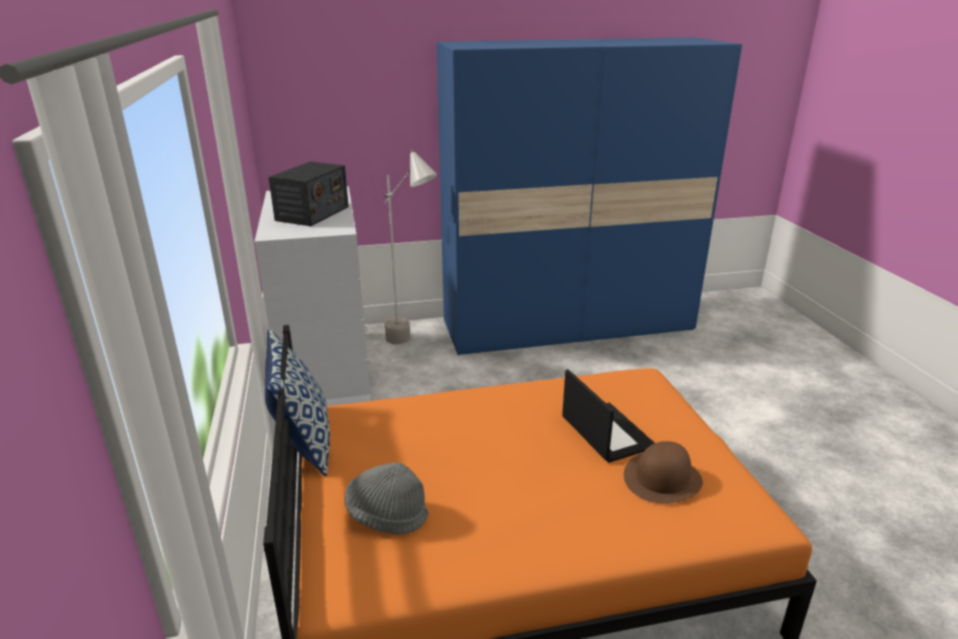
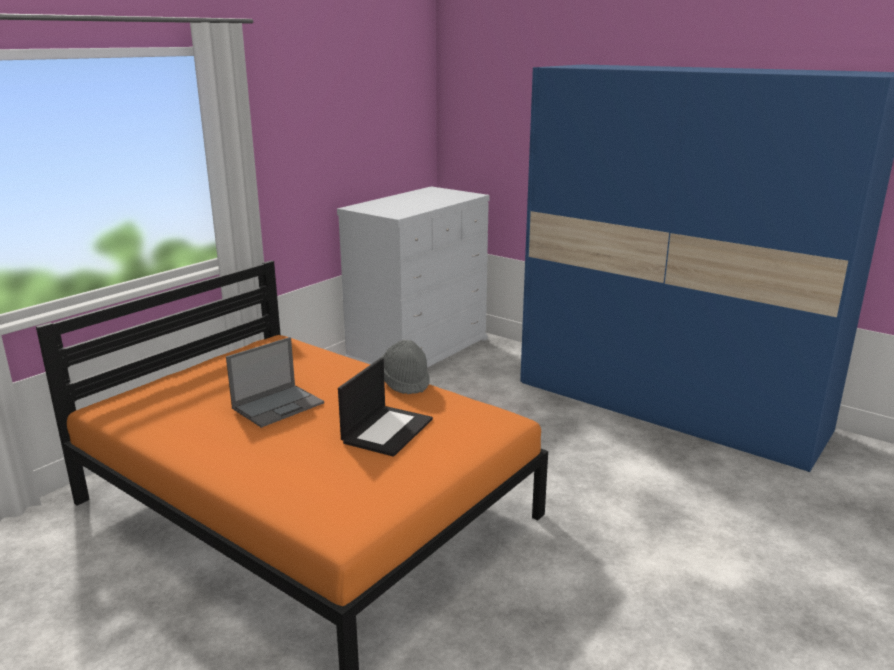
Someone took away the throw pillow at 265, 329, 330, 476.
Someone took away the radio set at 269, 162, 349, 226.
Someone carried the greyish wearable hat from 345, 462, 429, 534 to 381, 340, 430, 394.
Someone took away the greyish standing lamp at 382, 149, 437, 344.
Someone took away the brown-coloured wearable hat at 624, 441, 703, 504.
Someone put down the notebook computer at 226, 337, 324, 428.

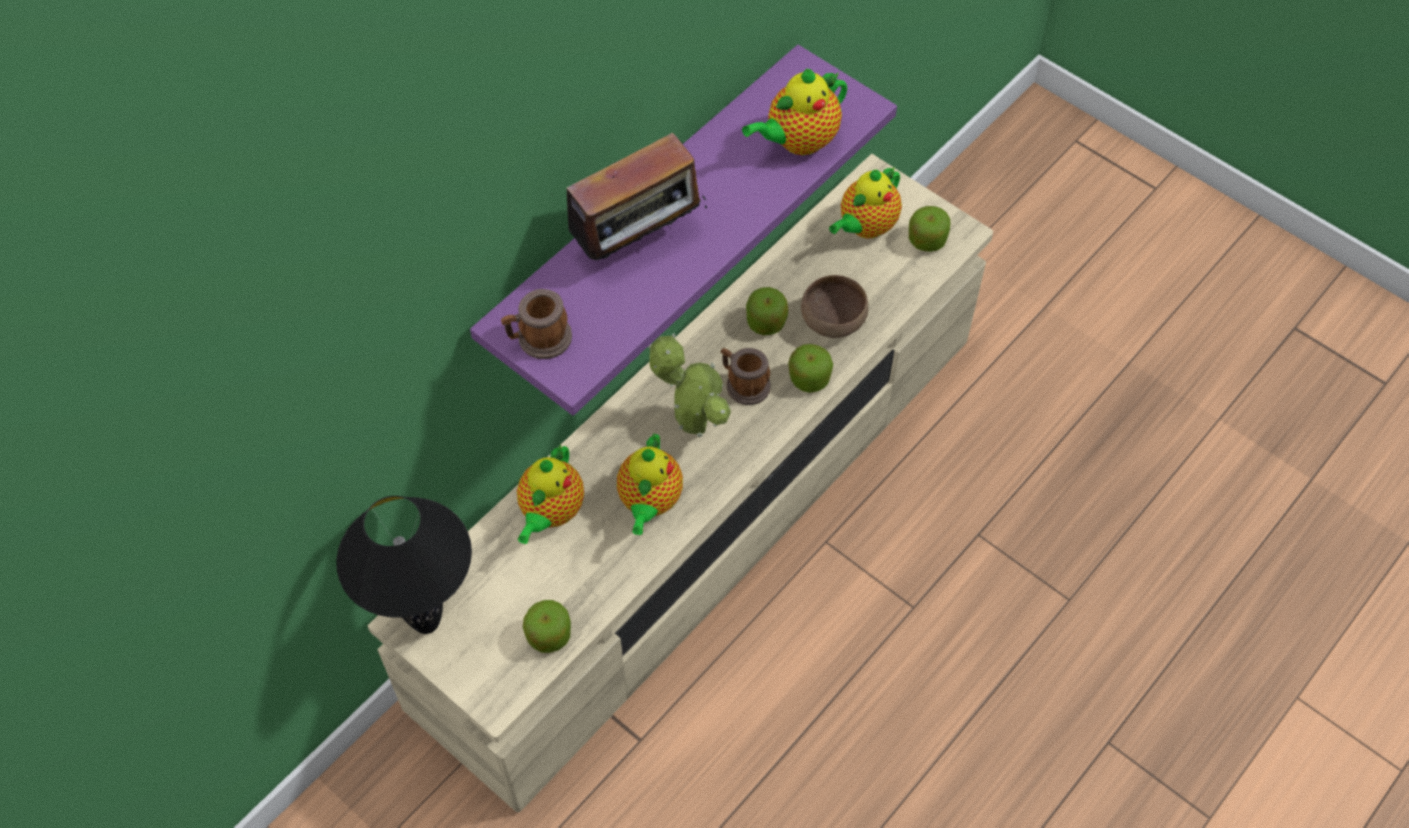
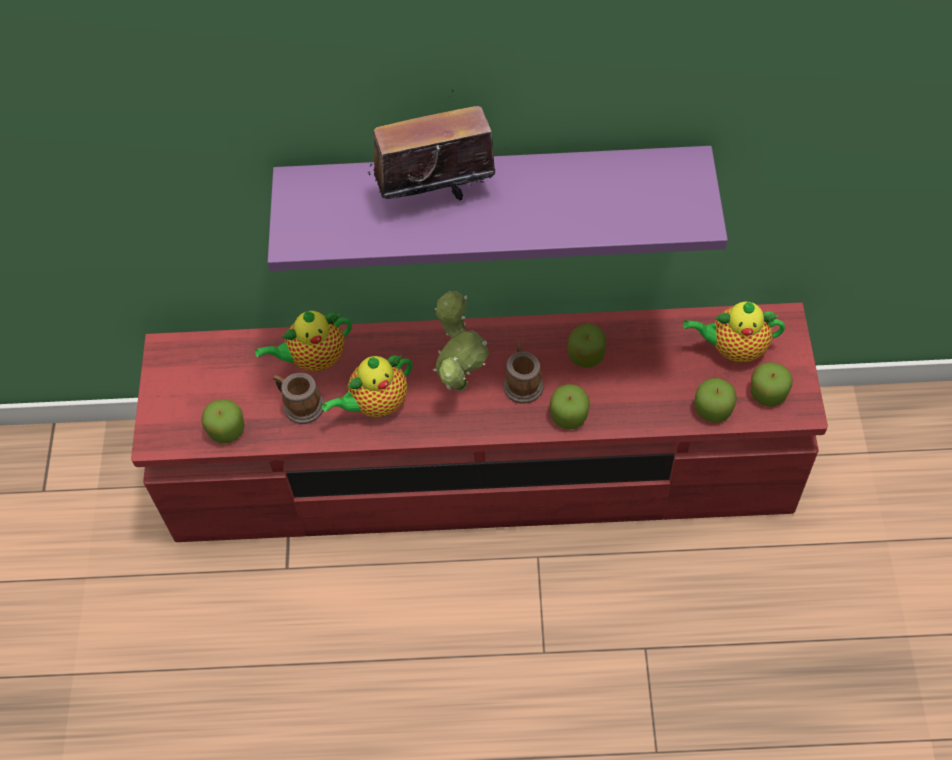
Someone took away the black-coloured table lamp at 336, 496, 472, 634.
Someone repainted the beige tv stand at 367, 153, 993, 812, which became the red tv stand at 131, 302, 828, 542.
Someone carried the coffee mug from 501, 289, 572, 359 to 273, 373, 324, 424.
Someone rotated the radio set at 567, 133, 707, 261 by 150 degrees clockwise.
Someone took away the tea pot at 742, 69, 847, 155.
Someone took away the brown-coloured deep dish at 801, 275, 868, 338.
Someone put down the apple fruit at 695, 378, 737, 423.

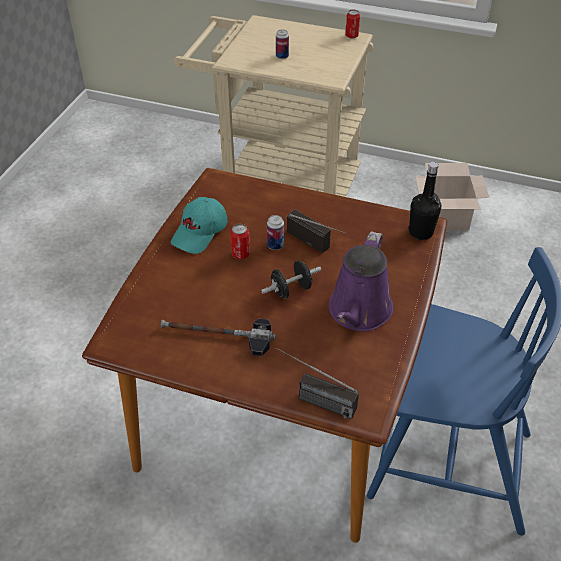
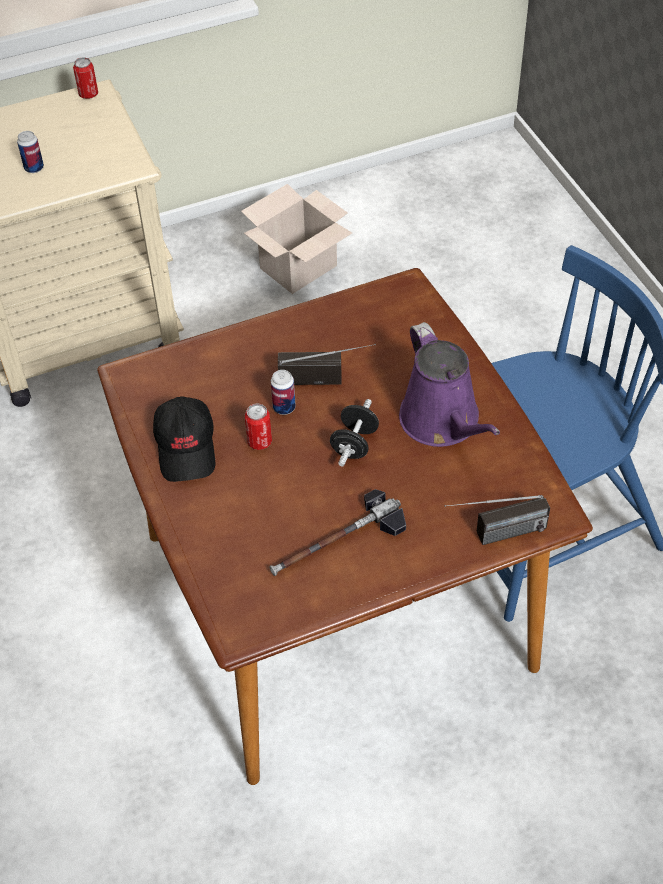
Someone repainted the turquoise-coloured peaked cap at 171, 197, 227, 254, which became the black-coloured peaked cap at 153, 396, 215, 482.
Someone took away the black-coloured beverage bottle at 408, 162, 441, 240.

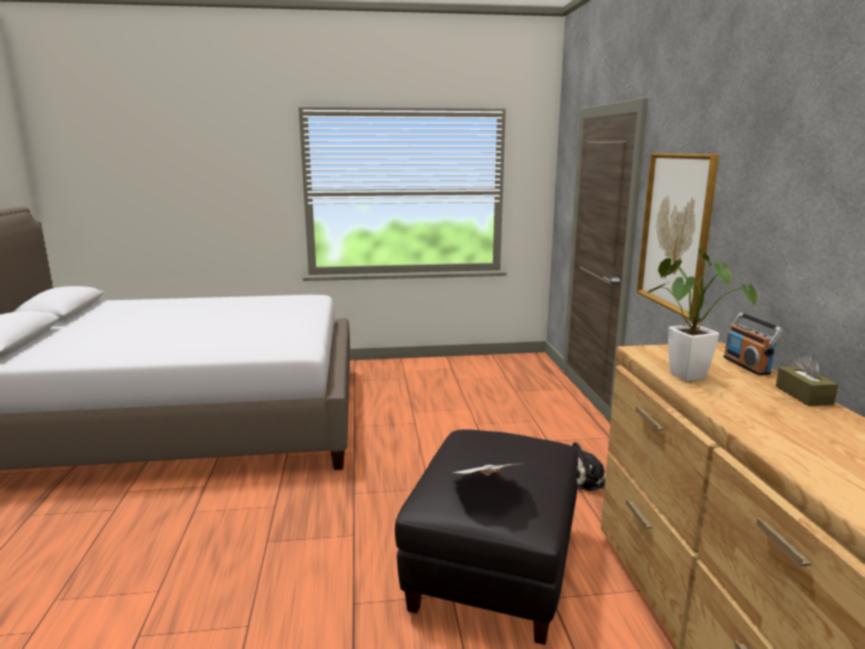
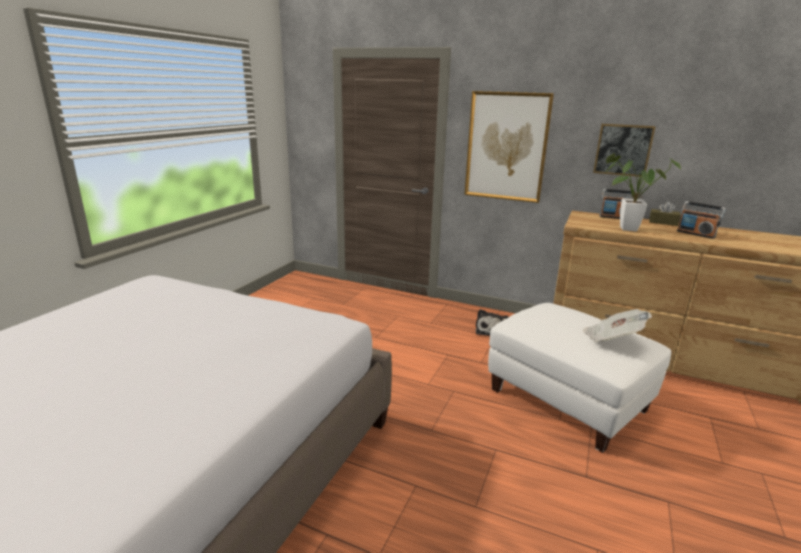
Someone repainted the black-coloured ottoman at 395, 430, 578, 645, which became the white ottoman at 488, 303, 671, 453.
Someone put up the picture at 593, 124, 656, 177.
Someone put down the radio set at 677, 201, 726, 239.

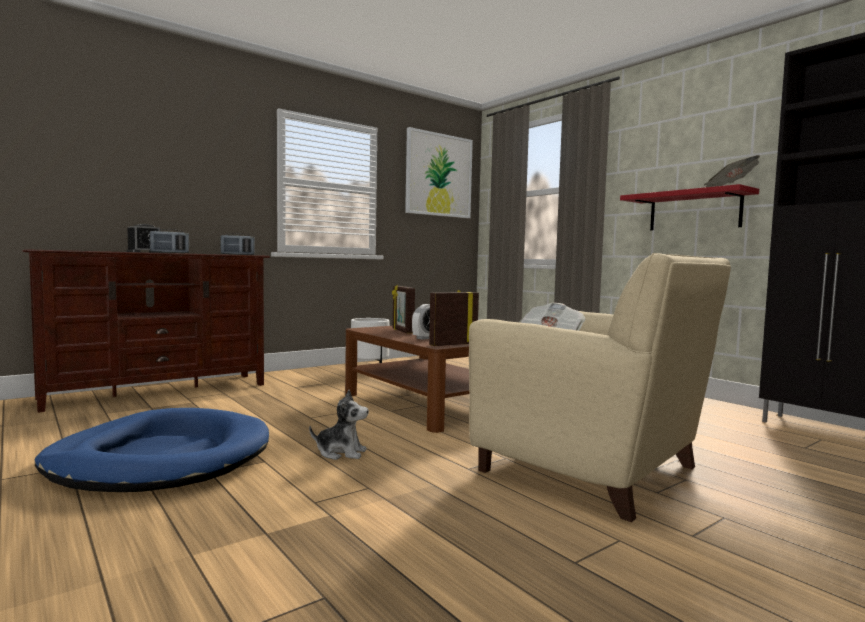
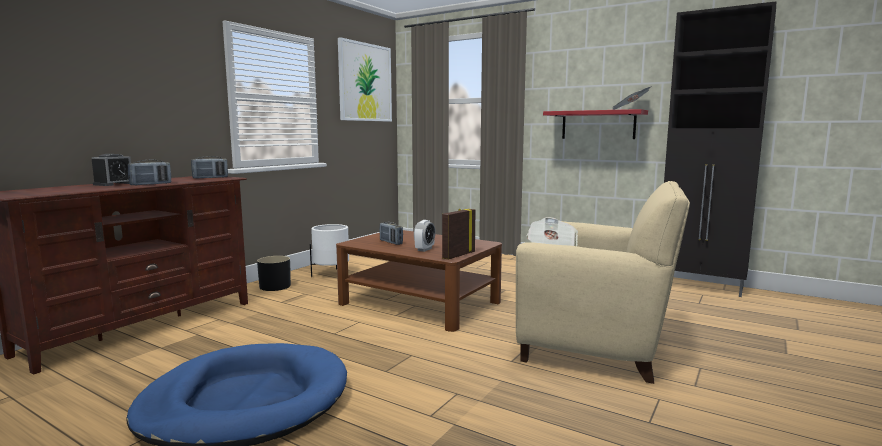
Someone took away the soft toy at 309, 390, 369, 460.
Someone swapped the photo frame at 392, 285, 415, 334 for the radio set at 379, 222, 403, 245.
Someone put down the black-coloured planter at 257, 256, 291, 291.

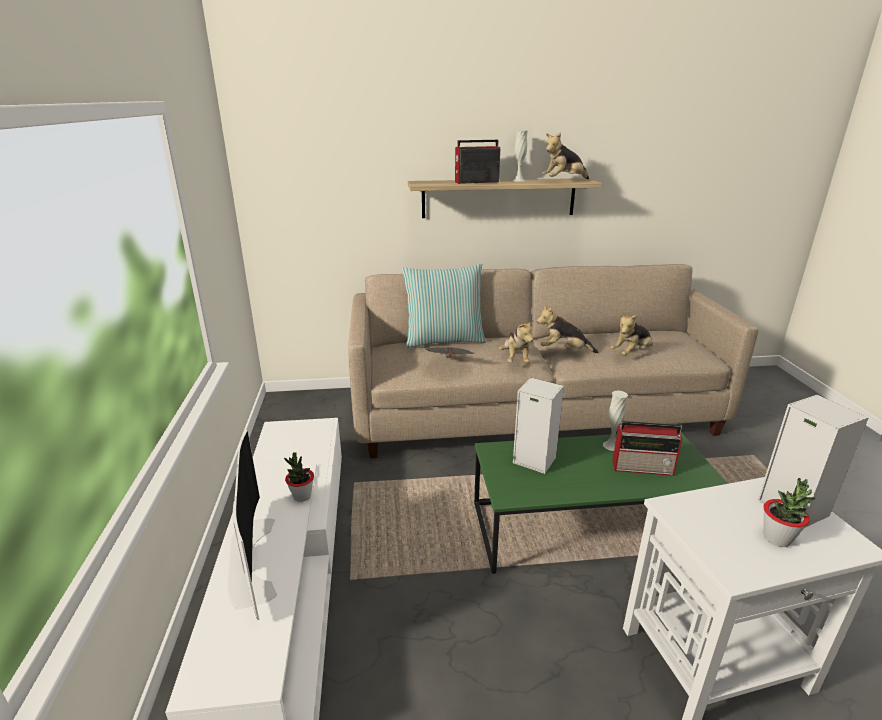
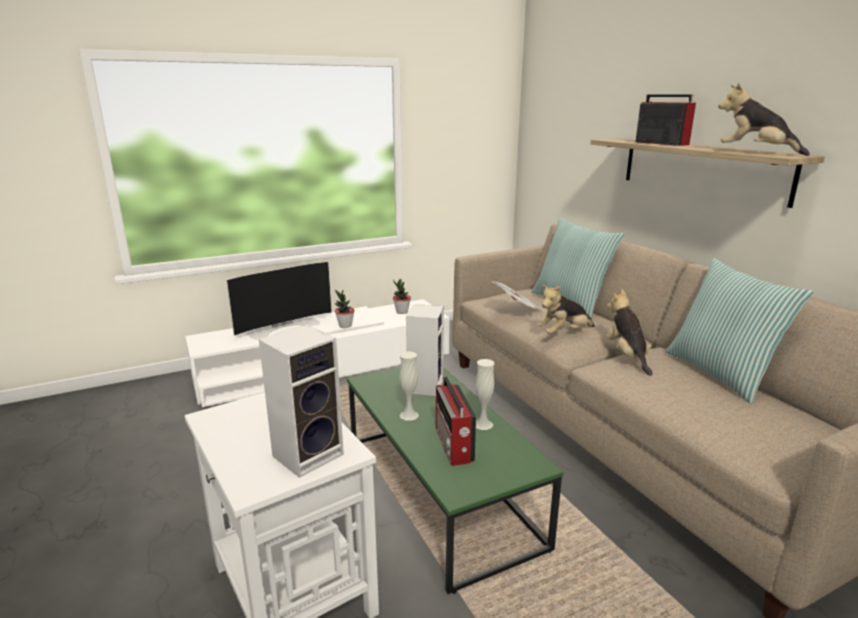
Someone carried the white vase from 512, 130, 528, 182 to 400, 351, 419, 421.
Someone took away the soft toy at 611, 314, 653, 356.
Someone carried the plant in a pot from 764, 478, 816, 547 to 393, 279, 411, 314.
Someone put down the throw pillow at 666, 258, 813, 404.

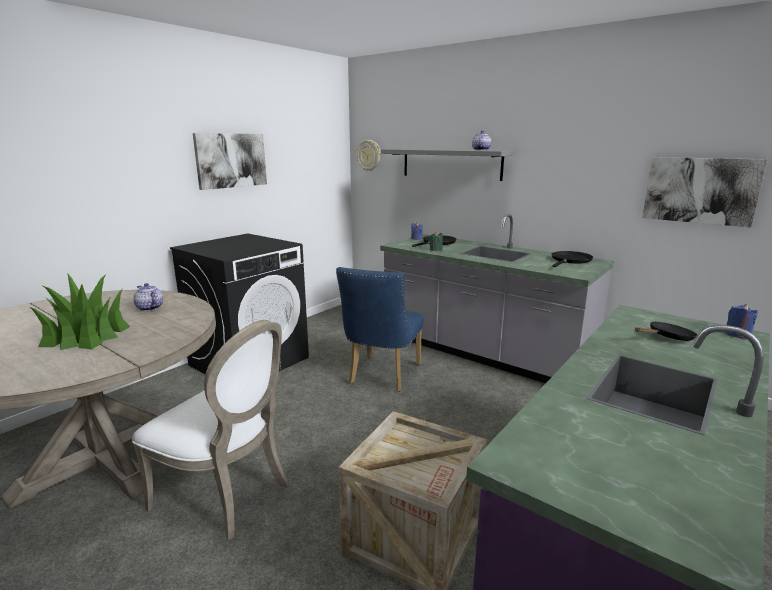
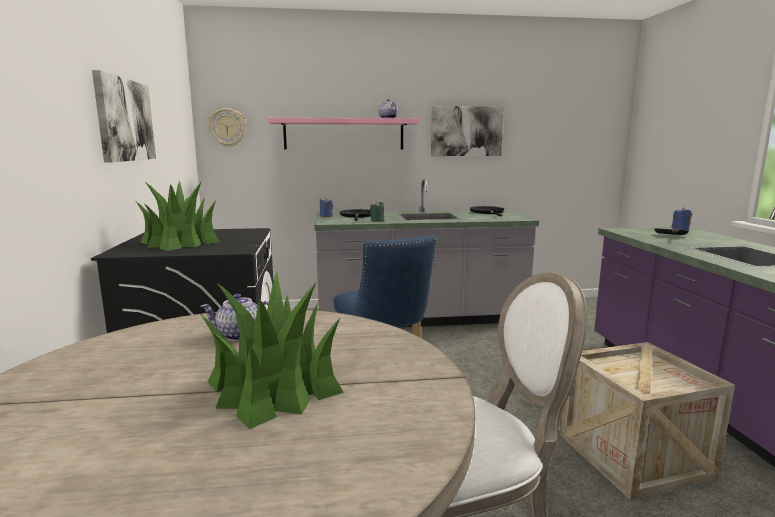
Someone repainted the greyish shelf at 381, 149, 515, 181, which became the pinkish shelf at 268, 118, 419, 150.
Someone carried the picture from 642, 157, 768, 228 to 431, 106, 504, 156.
Someone put down the plant in a pot at 135, 181, 220, 251.

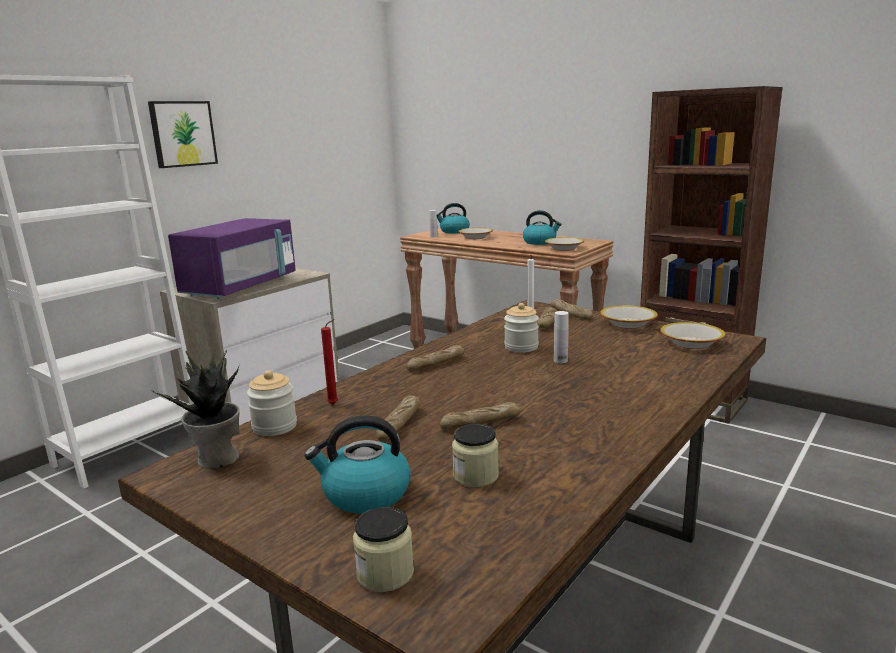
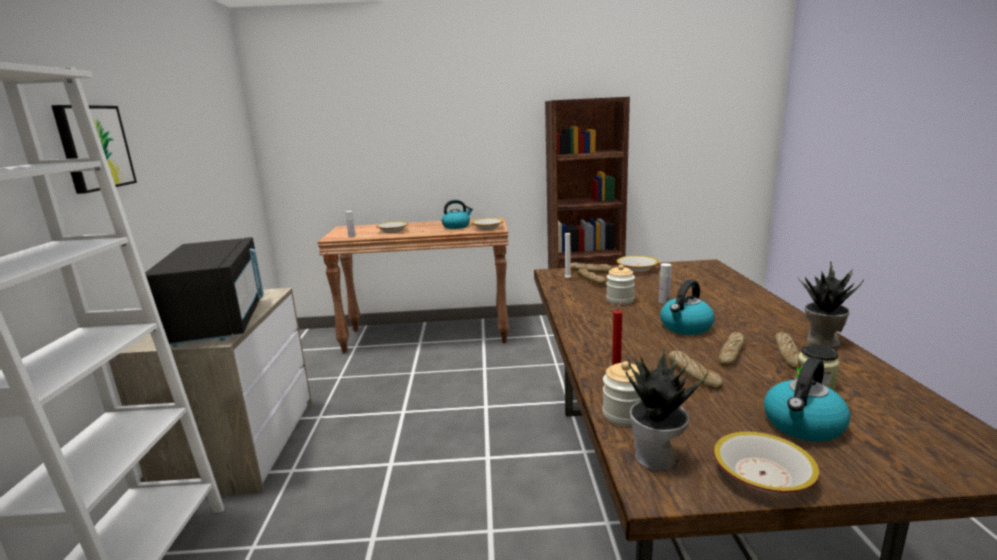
Someone repainted the purplish kitchen microwave at 168, 218, 296, 299, which became the black-coloured kitchen microwave at 145, 237, 264, 347.
Someone took away the storage jar at 353, 507, 414, 592.
Someone carried the bakery bread from 406, 345, 465, 371 to 774, 332, 800, 370.
Someone carried the tea kettle from 437, 203, 470, 233 to 660, 280, 714, 335.
Someone carried the deep dish from 660, 322, 725, 349 to 714, 432, 819, 493.
Someone put down the plant in a pot at 798, 261, 864, 348.

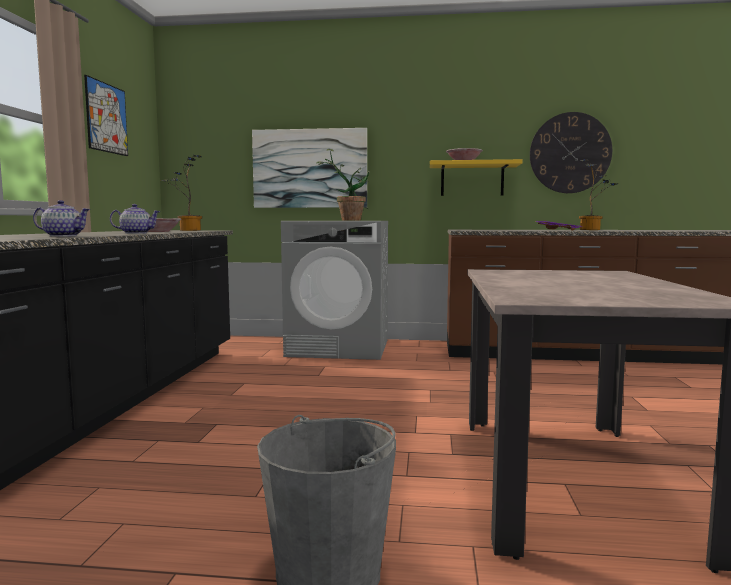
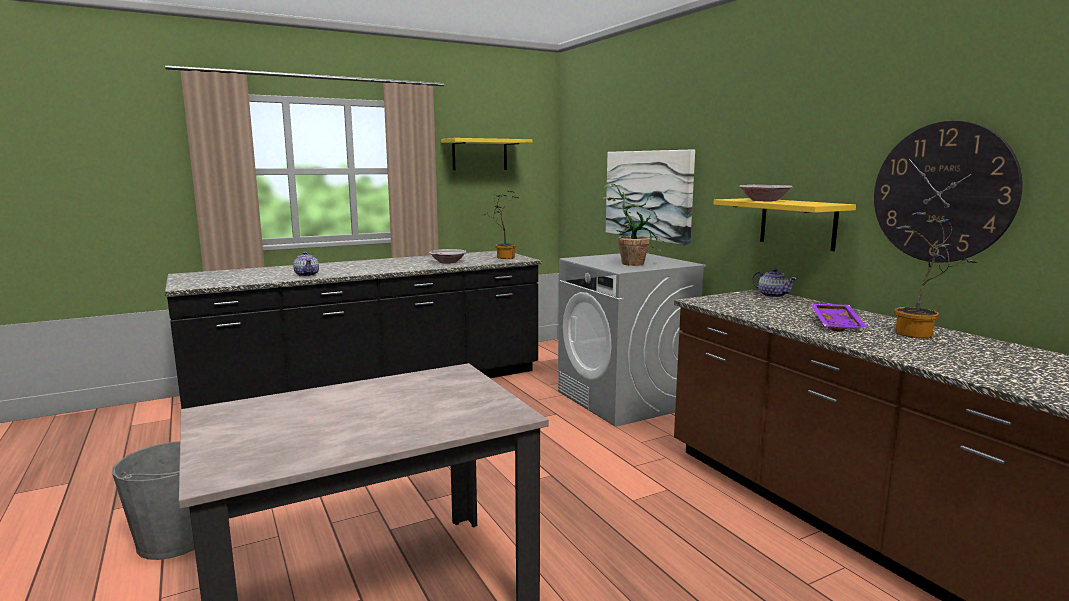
Someone swapped the picture at 84, 75, 128, 156 for the yellow-coloured shelf at 441, 138, 533, 170.
Someone carried the tea pot from 110, 204, 161, 234 to 752, 268, 797, 298.

